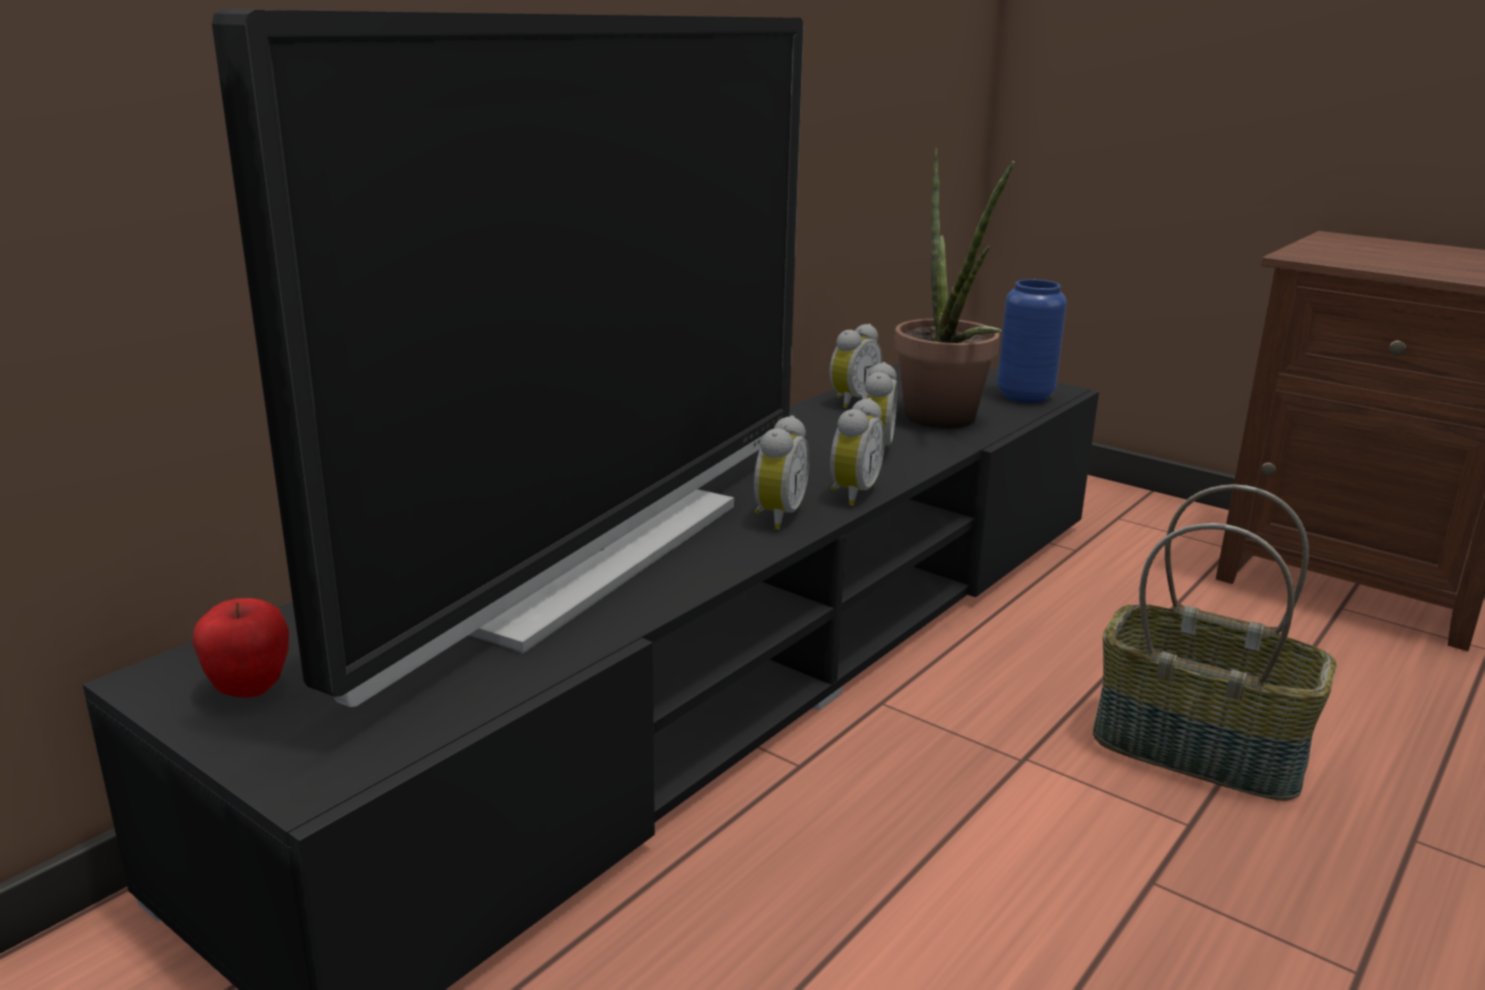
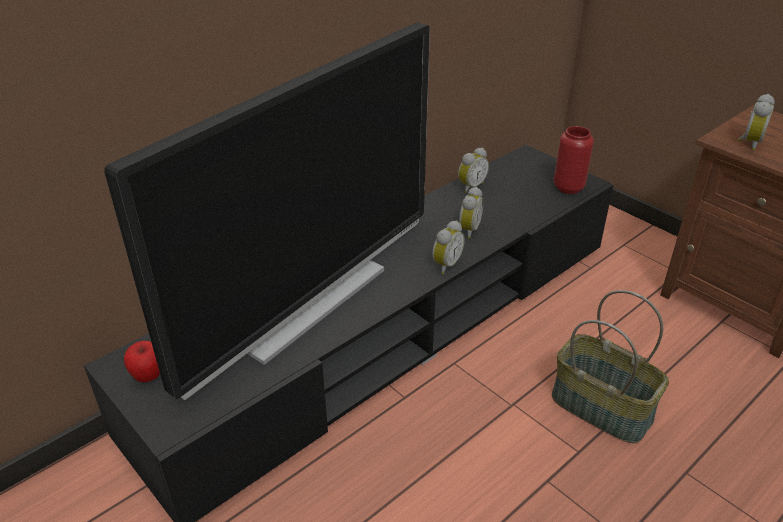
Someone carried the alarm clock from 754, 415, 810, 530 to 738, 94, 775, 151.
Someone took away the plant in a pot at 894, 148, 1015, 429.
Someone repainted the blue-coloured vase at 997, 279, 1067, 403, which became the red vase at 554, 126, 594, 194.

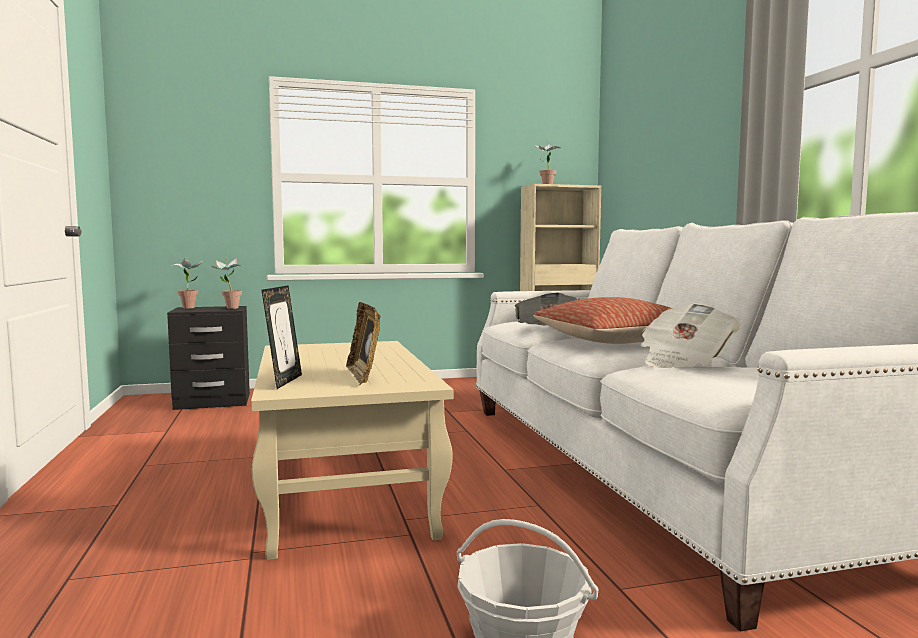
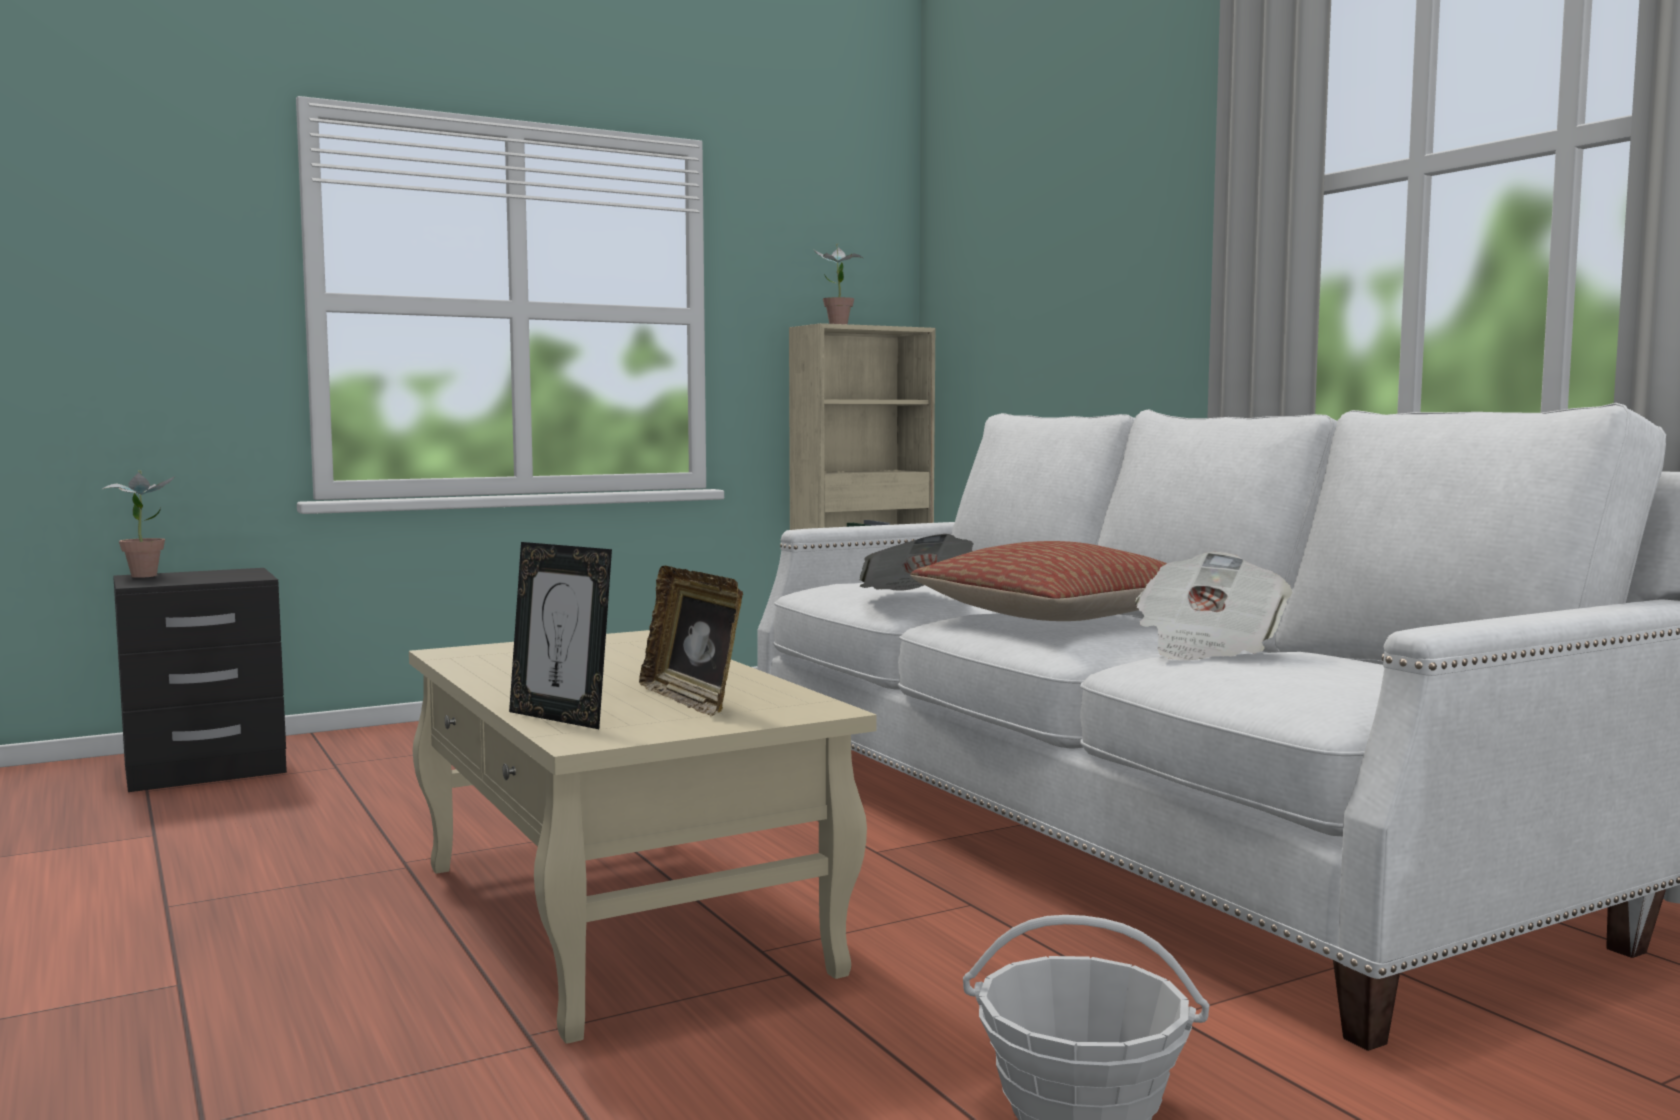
Someone took away the plant in a pot at 212, 258, 242, 309.
Someone rotated the photo frame at 262, 286, 302, 389 by 135 degrees clockwise.

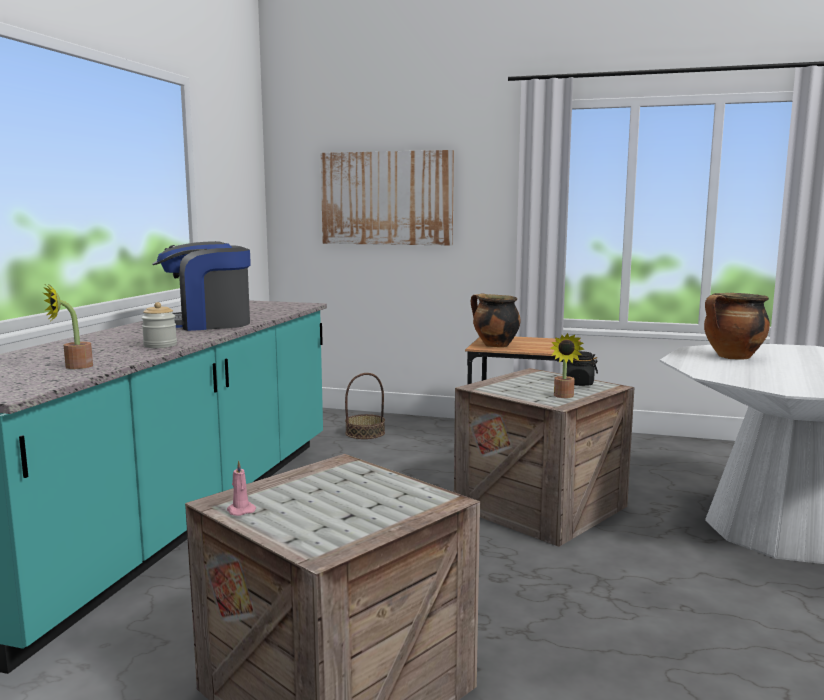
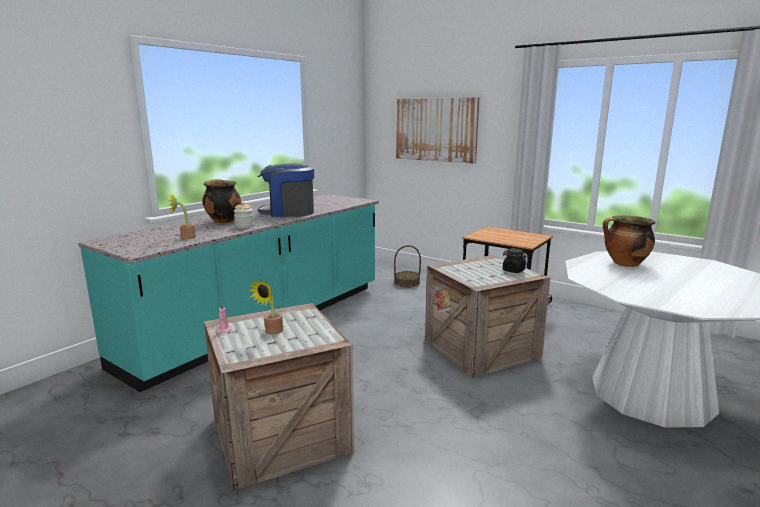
Someone carried the saucepot from 471, 294, 521, 348 to 202, 179, 241, 224.
Someone carried the plant in a pot from 550, 333, 584, 398 to 248, 280, 283, 334.

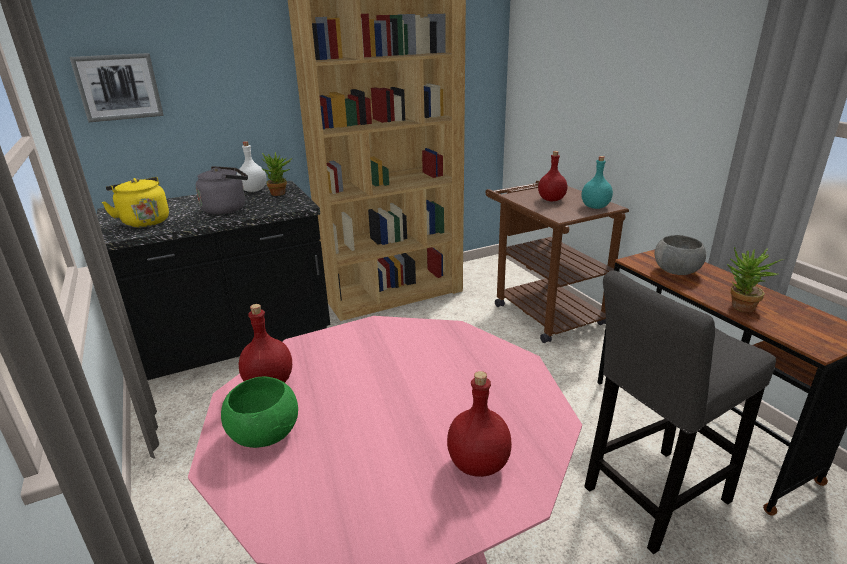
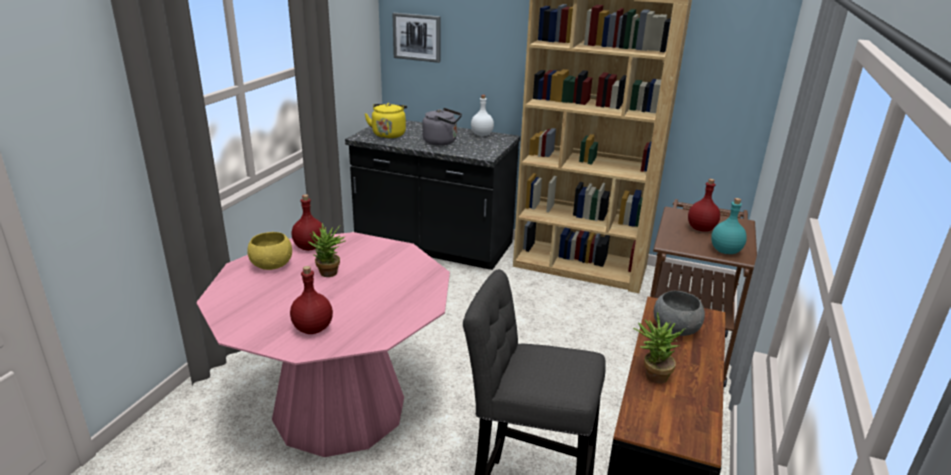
Someone repainted the greenish deep dish at 221, 376, 298, 448, which became the yellow-coloured deep dish at 247, 232, 292, 270.
Someone carried the plant in a pot from 262, 152, 292, 196 to 307, 223, 346, 277.

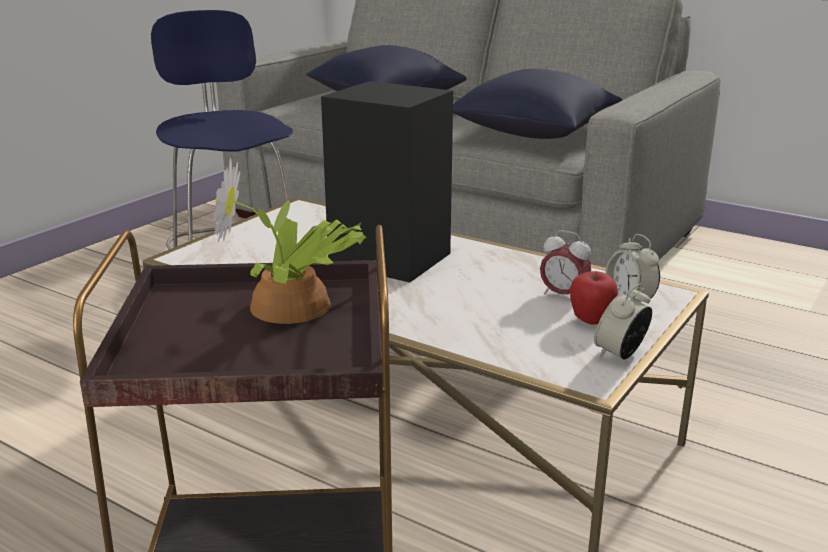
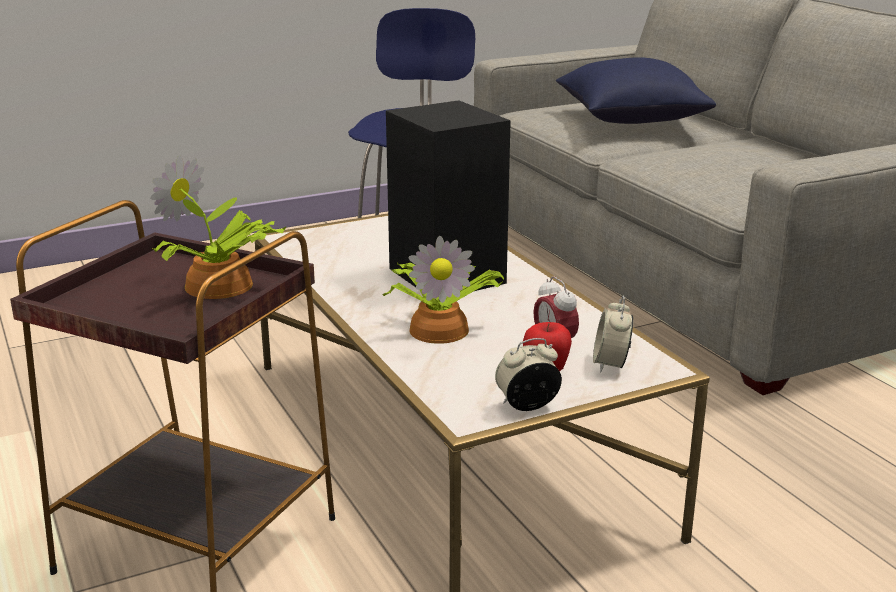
Someone took away the blue-coloured throw pillow at 453, 69, 622, 139.
Someone put down the plant in a pot at 382, 236, 504, 344.

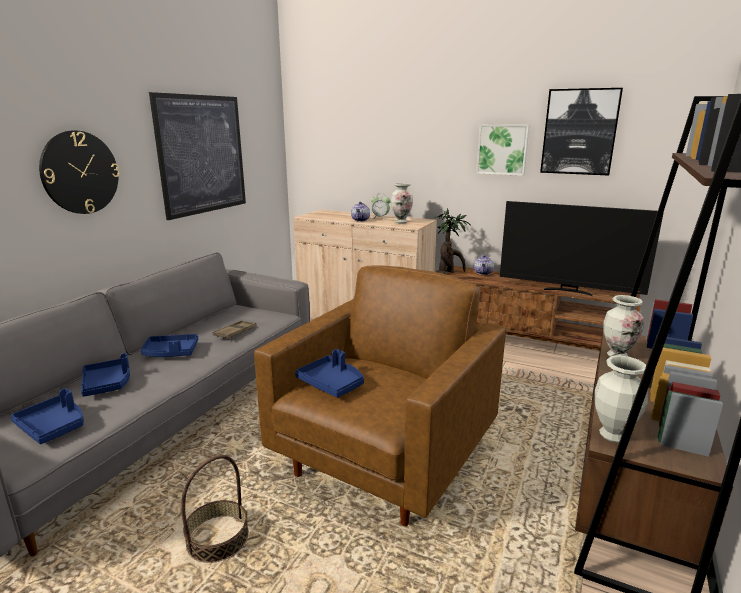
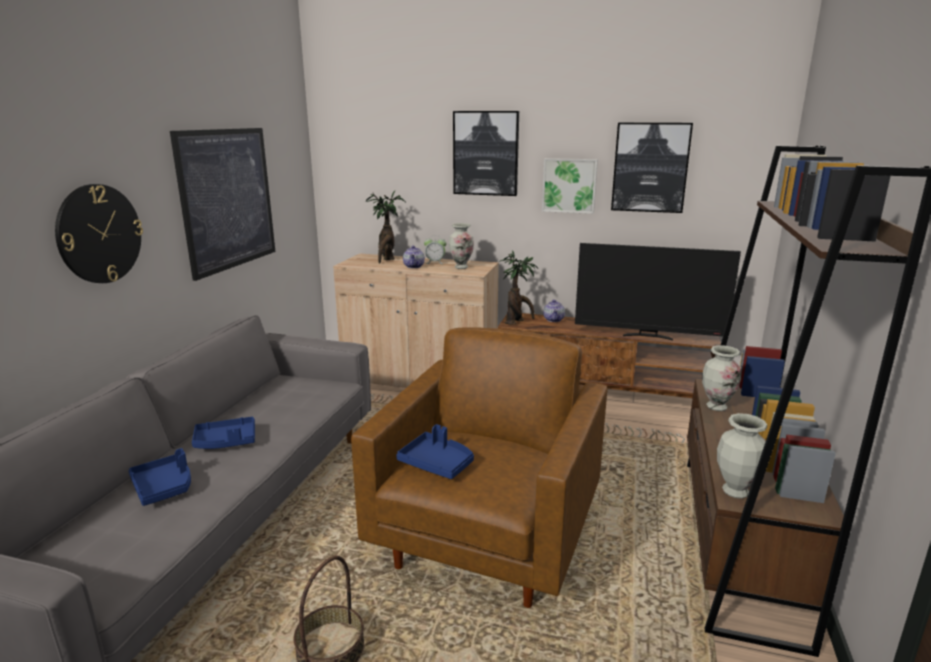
Someone took away the blue-coloured serving tray at 11, 388, 84, 444.
Someone took away the brown-coloured serving tray at 213, 320, 257, 339.
Someone put down the plant in a pot at 366, 191, 406, 263.
Someone put up the picture at 453, 111, 519, 196.

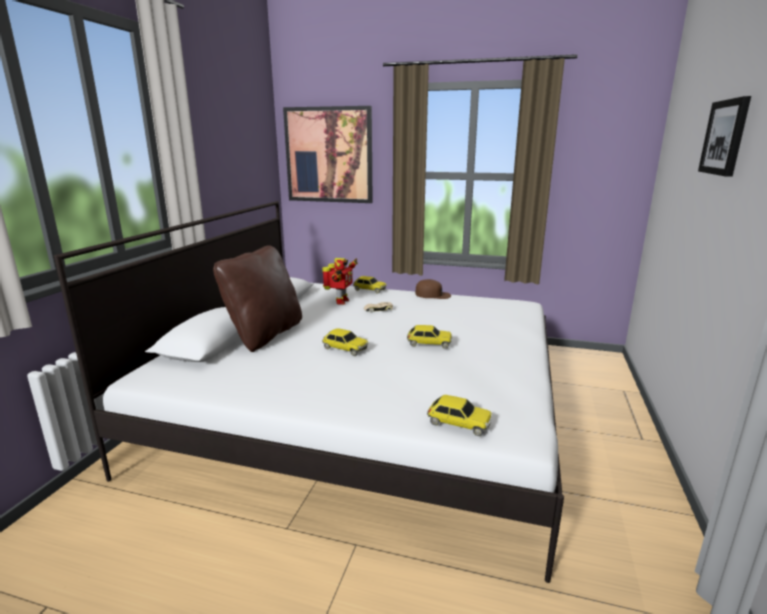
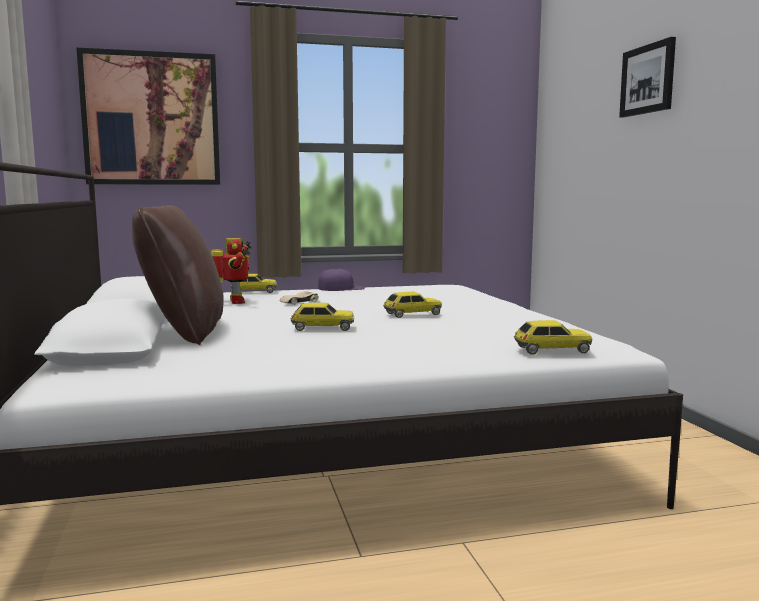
Someone repainted the brown-coloured peaked cap at 415, 279, 451, 299, which became the purplish peaked cap at 318, 268, 365, 291.

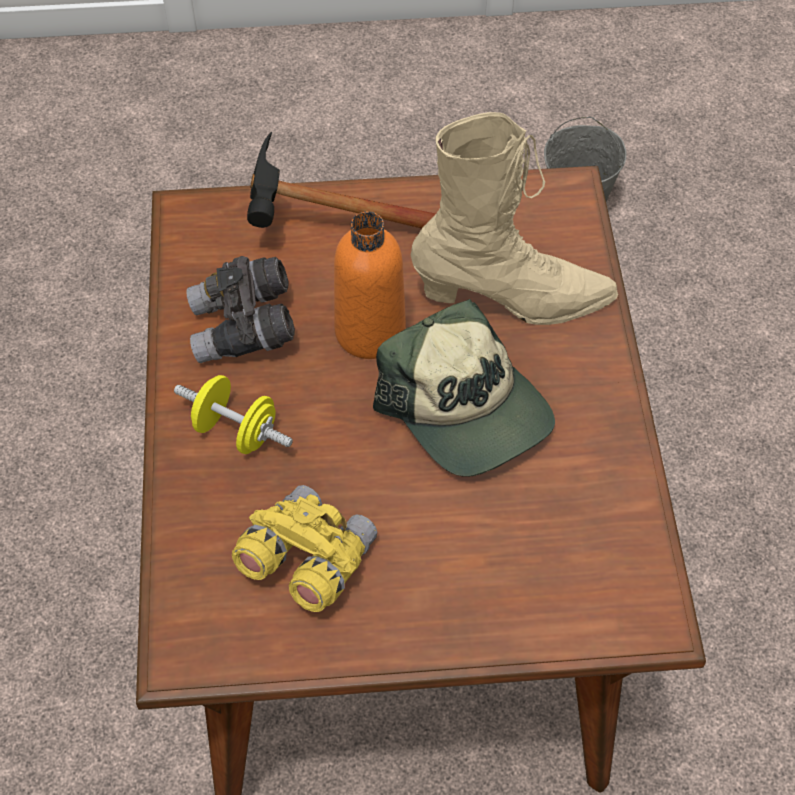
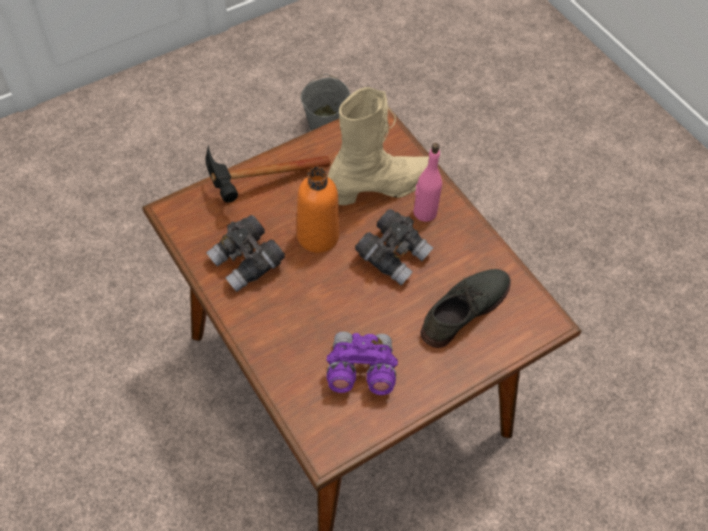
Someone took away the yellow-coloured free weight at 174, 375, 293, 454.
Someone repainted the yellow-coloured pair of binoculars at 232, 485, 377, 612, which became the purplish pair of binoculars at 327, 332, 398, 395.
Someone swapped the peaked cap at 373, 299, 555, 477 for the greyish pair of binoculars at 355, 209, 433, 286.
Someone put down the pinkish beverage bottle at 414, 143, 442, 222.
Someone put down the greyish low shoe at 420, 269, 511, 348.

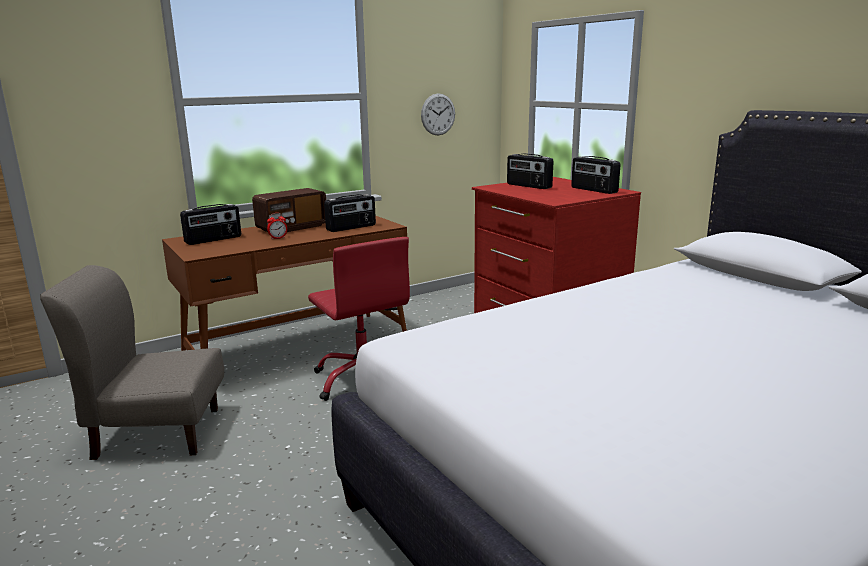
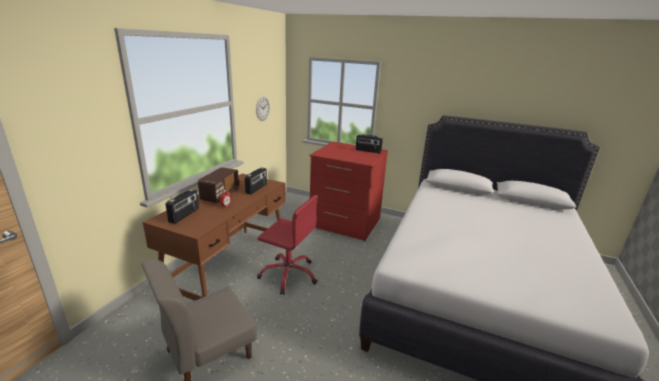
Someone took away the radio set at 507, 153, 554, 189.

